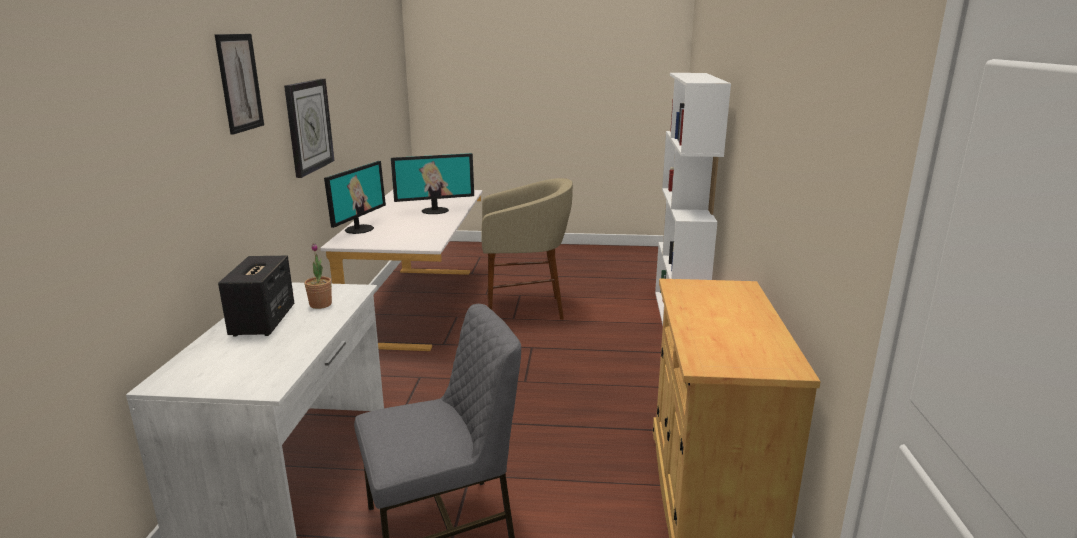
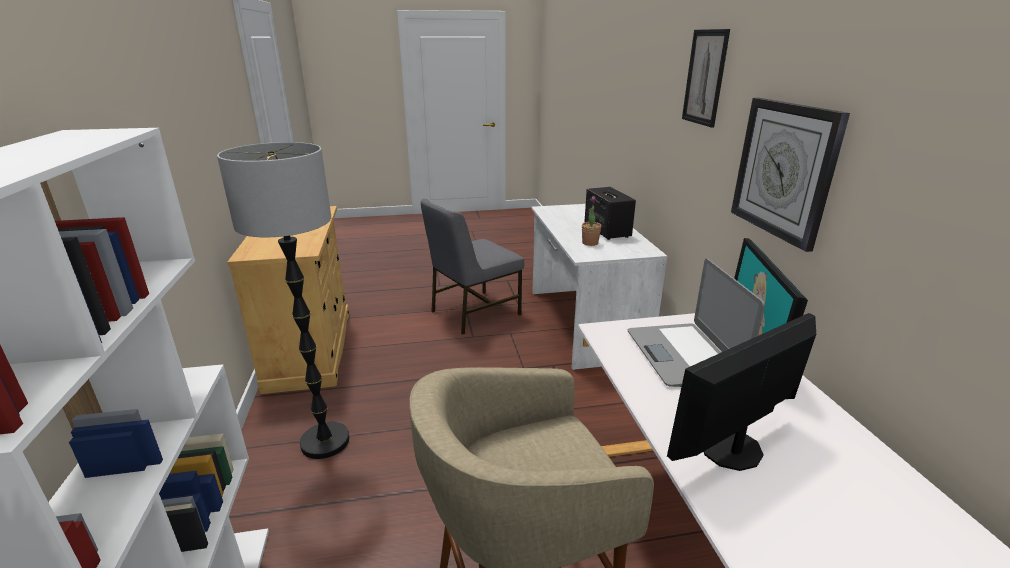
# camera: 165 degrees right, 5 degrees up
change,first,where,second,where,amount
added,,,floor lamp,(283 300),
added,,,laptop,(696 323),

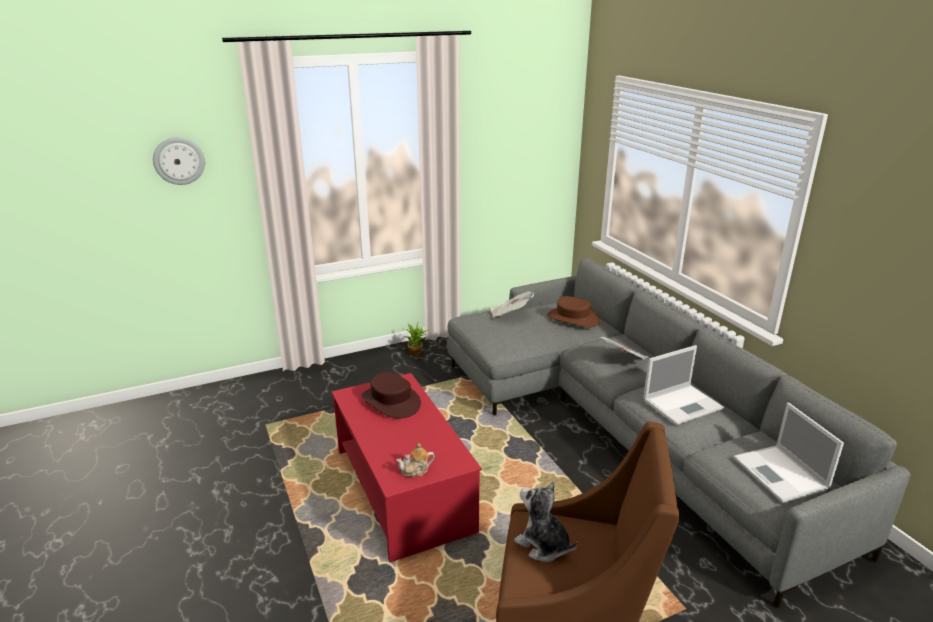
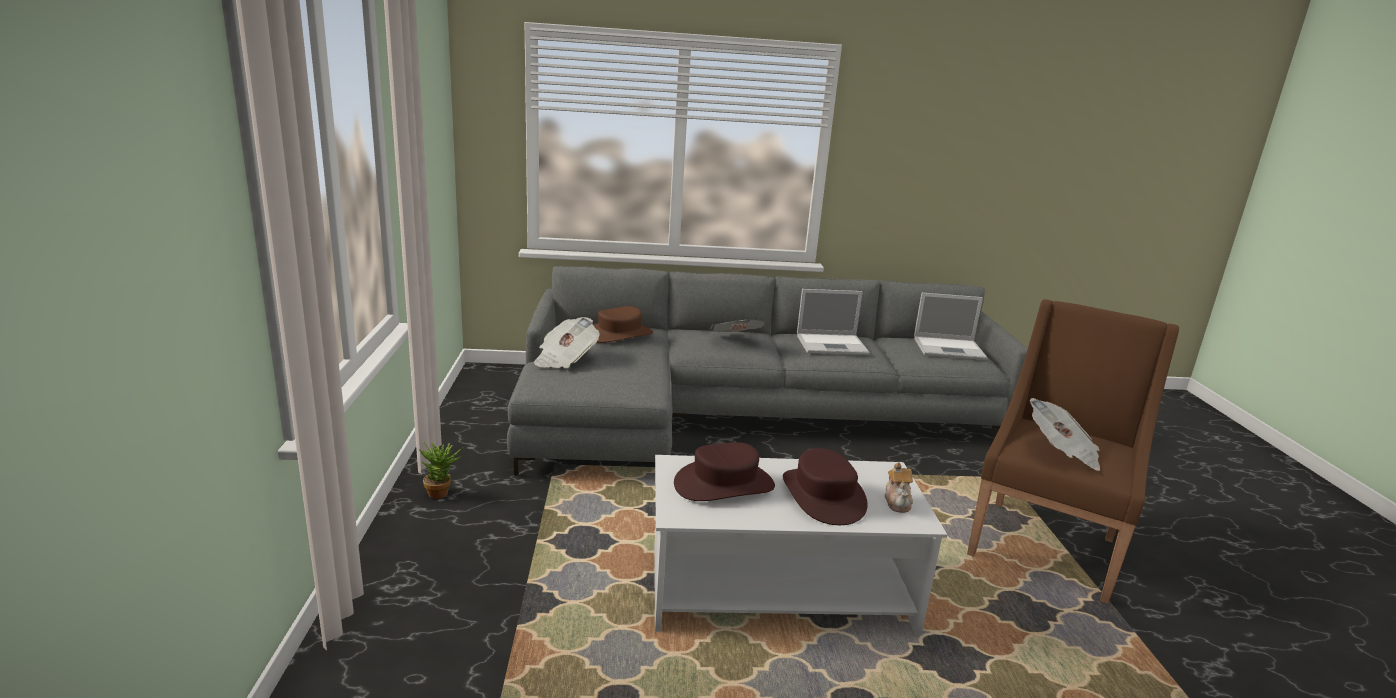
# camera: 70 degrees left, 5 degrees down
change,first,where,second,where,amount
removed,wall clock,(179 161),,,
added,,,hat in brown,(825 486),
replaced,plush toy,(546 521),newspaper,(1065 434),
recoloured,coffee table in red,(407 467),coffee table in white,(800 545),
turned,laptop,(683 385),,(833 322),90 degrees clockwise

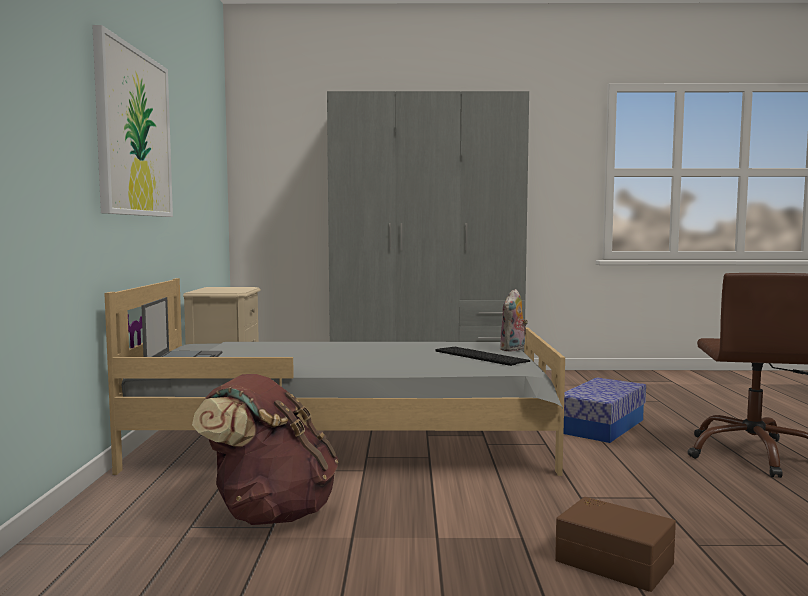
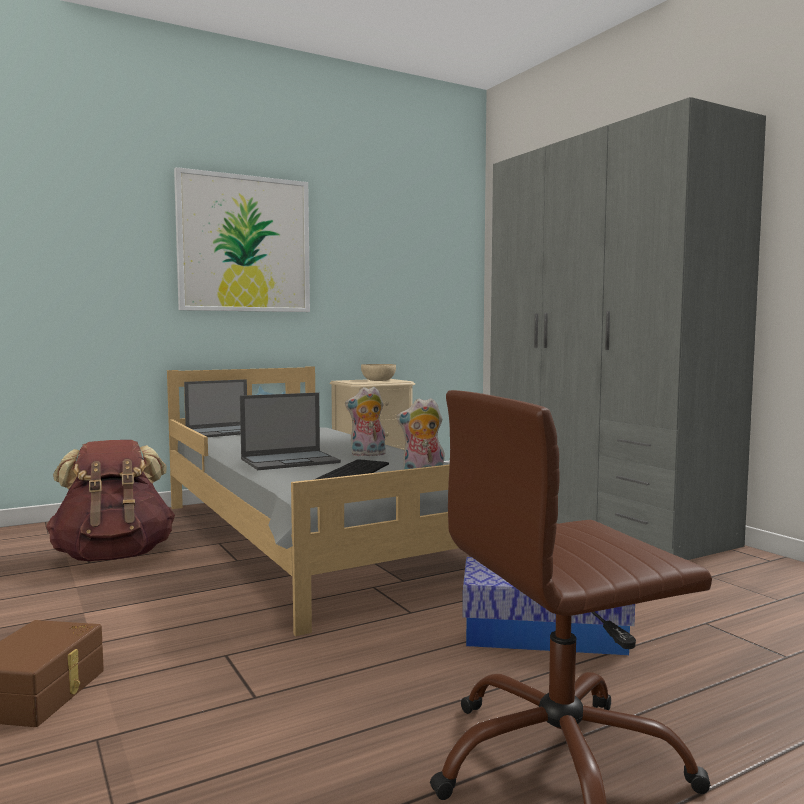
# camera: 60 degrees right, 0 degrees up
change,first,where,second,where,amount
added,,,laptop,(290 431),
added,,,plush toy,(365 421),
added,,,bowl in beige,(378 372),

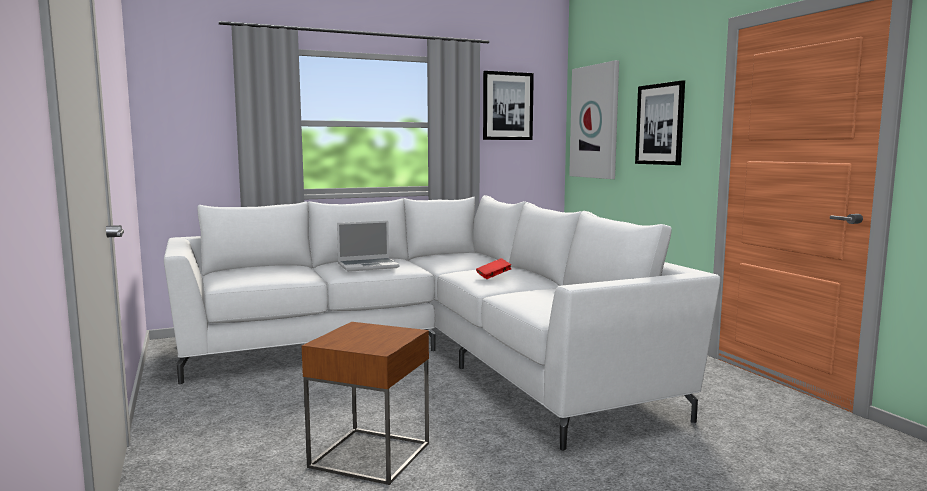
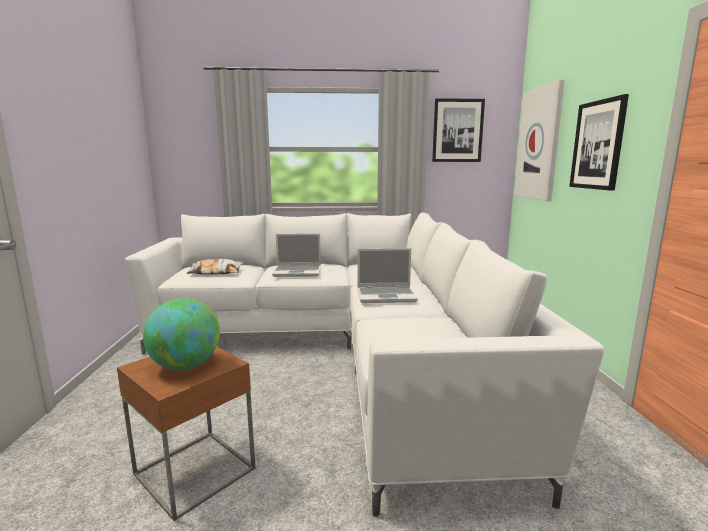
# camera: 20 degrees right, 5 degrees up
change,first,where,second,where,amount
added,,,globe,(181 334),
added,,,pillow,(215 267),
replaced,book in red,(494 268),laptop,(388 275),

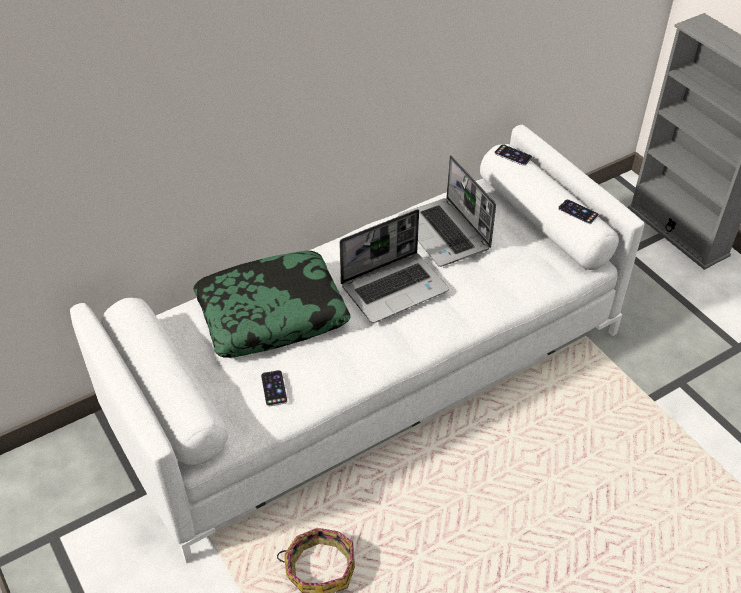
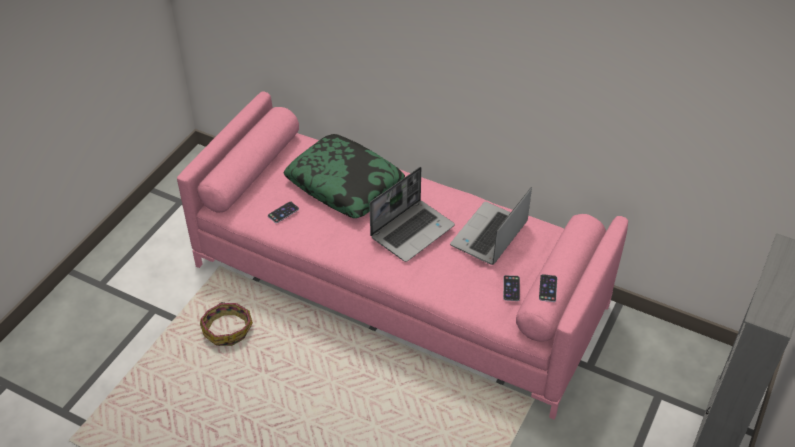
# camera: 60 degrees right, 0 degrees up
change,first,where,second,where,amount
moved,phone,(513 155),,(511 288),
recoloured,sofa in white,(357 344),sofa in pink,(402 255),
turned,laptop,(394 266),,(412 214),75 degrees counterclockwise

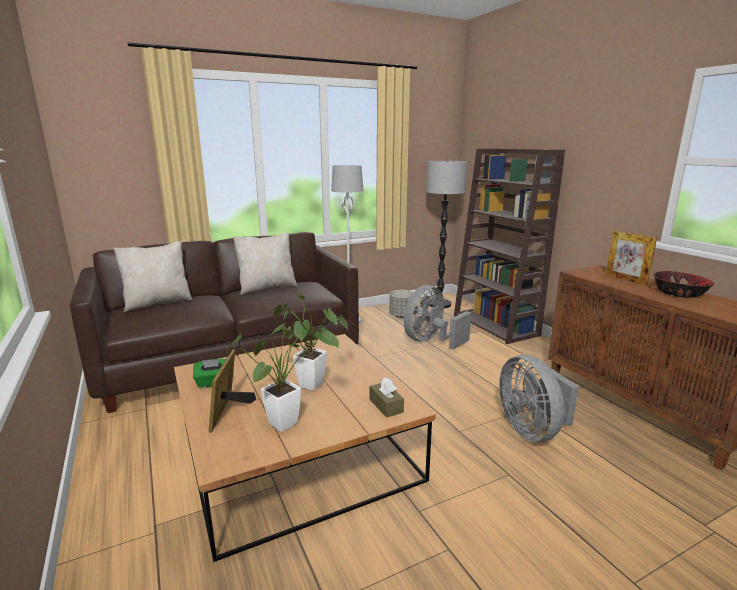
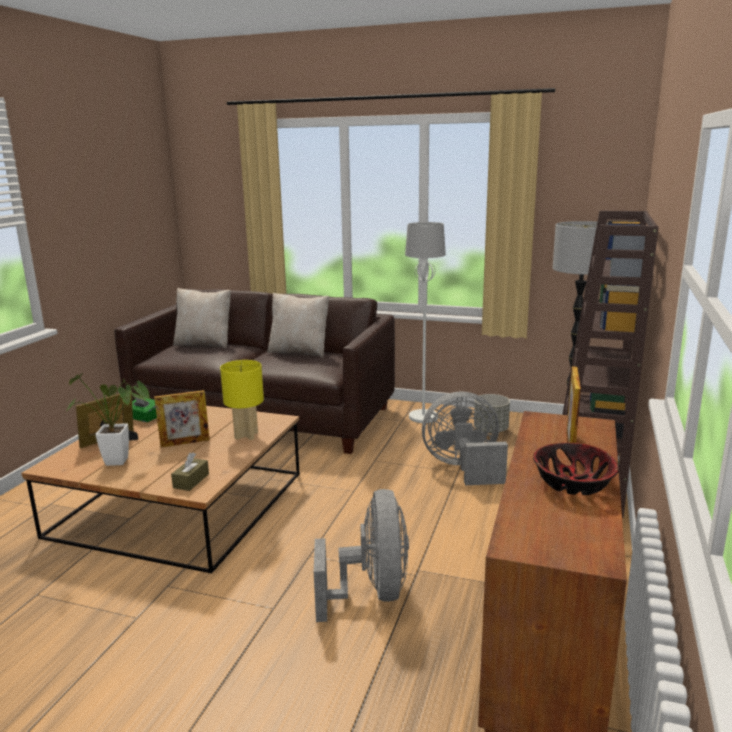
# camera: 45 degrees right, 0 degrees up
change,first,where,second,where,amount
added,,,table lamp in yellow,(242 400),
replaced,potted plant,(310 341),picture frame,(182 419),
turned,fan in grey,(539 398),,(361 555),150 degrees clockwise

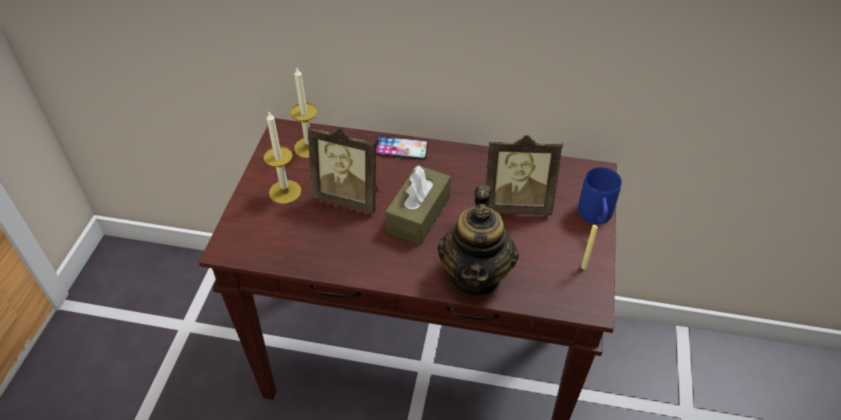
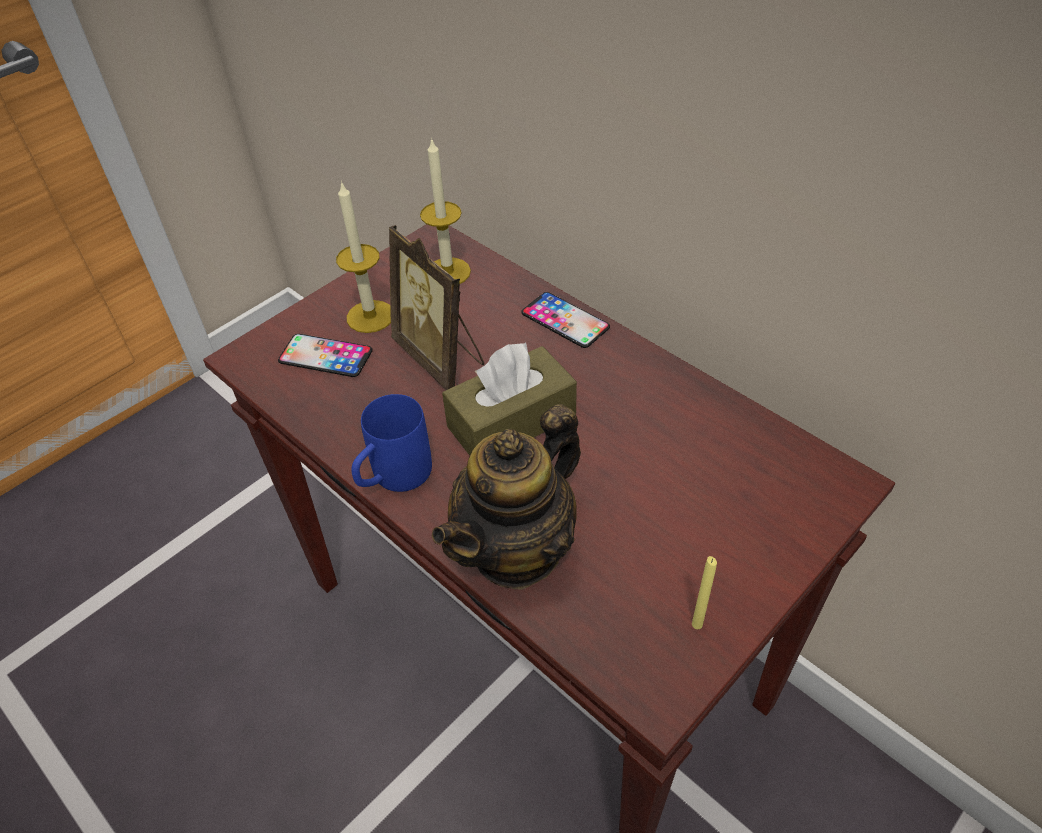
# camera: 35 degrees right, 0 degrees up
change,first,where,second,where,amount
removed,picture frame,(524 175),,,
added,,,phone,(325 355),
moved,mug in blue,(600 195),,(392 443),

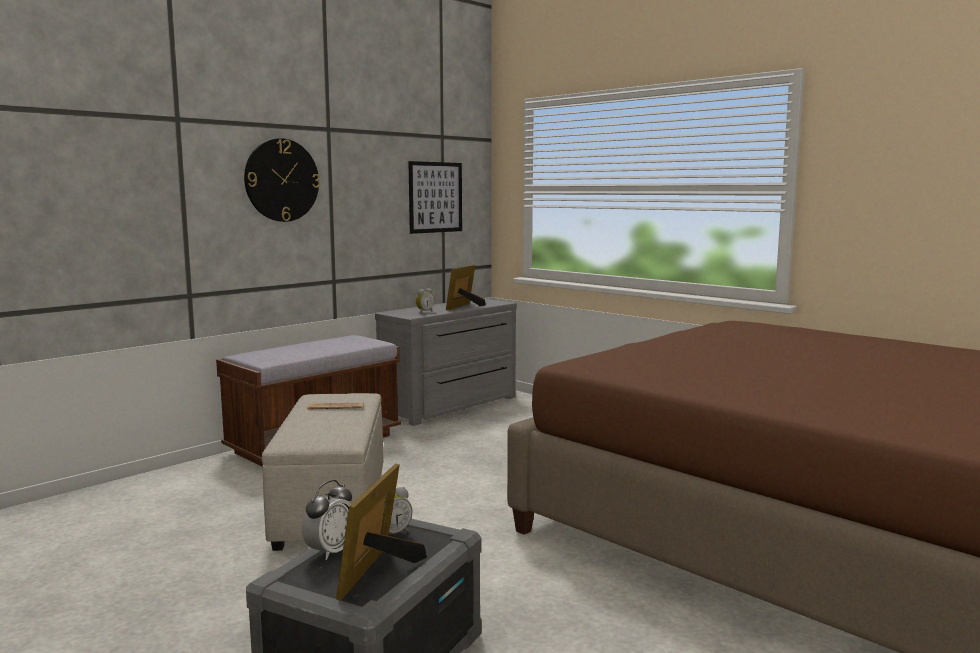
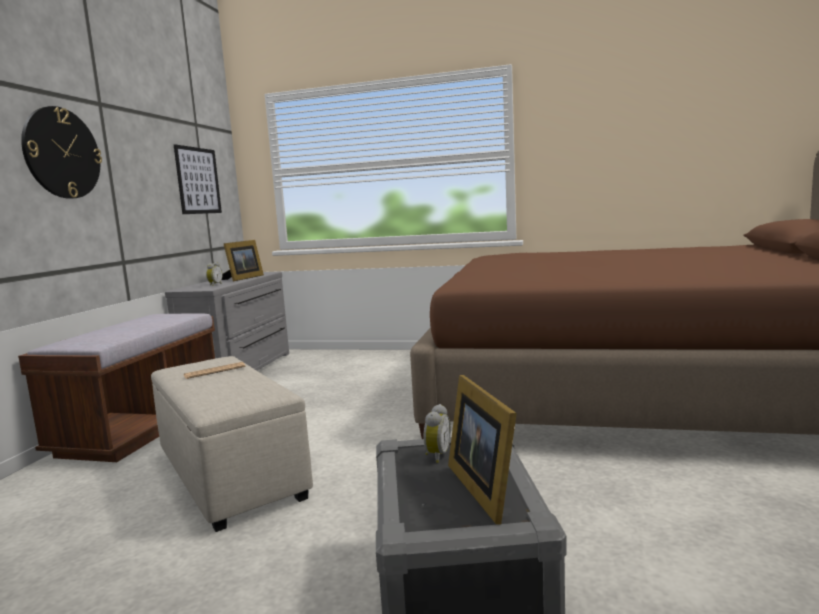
# camera: 30 degrees left, 0 degrees up
change,first,where,second,where,amount
removed,alarm clock,(327 520),,,
turned,picture frame,(466 287),,(243 260),150 degrees counterclockwise

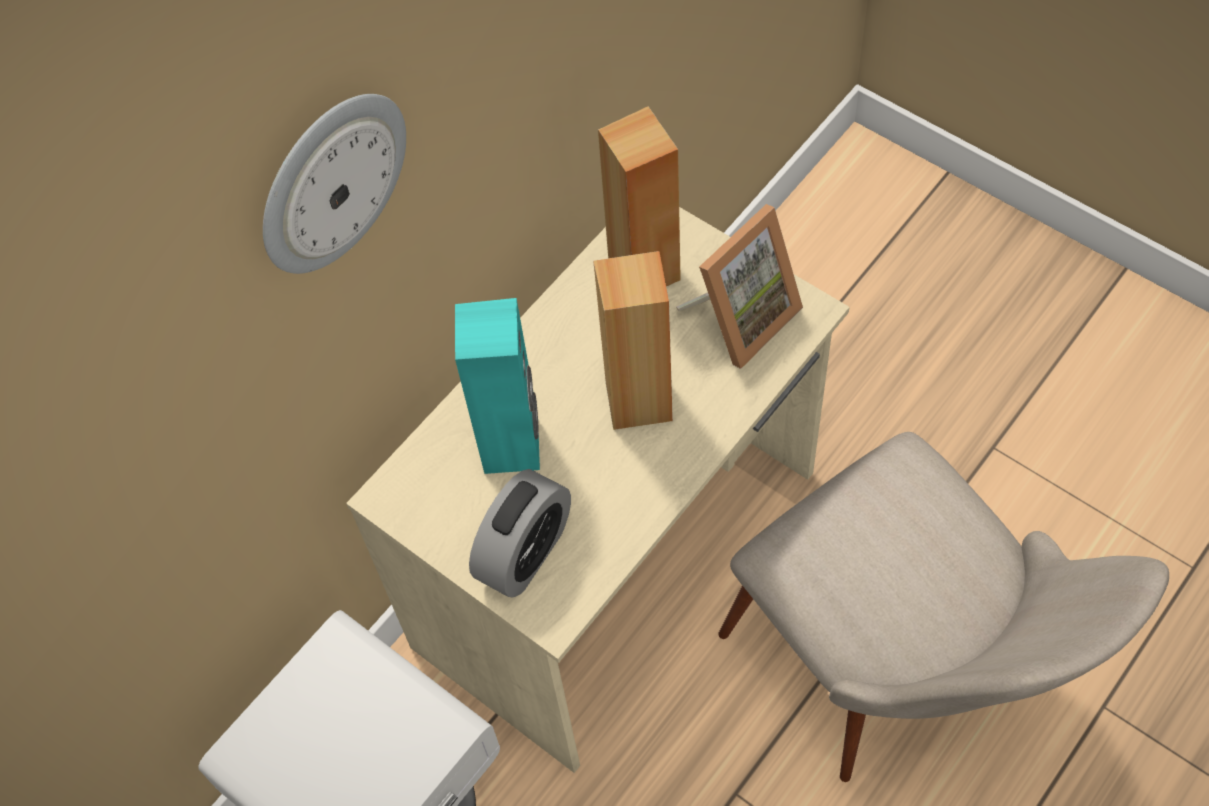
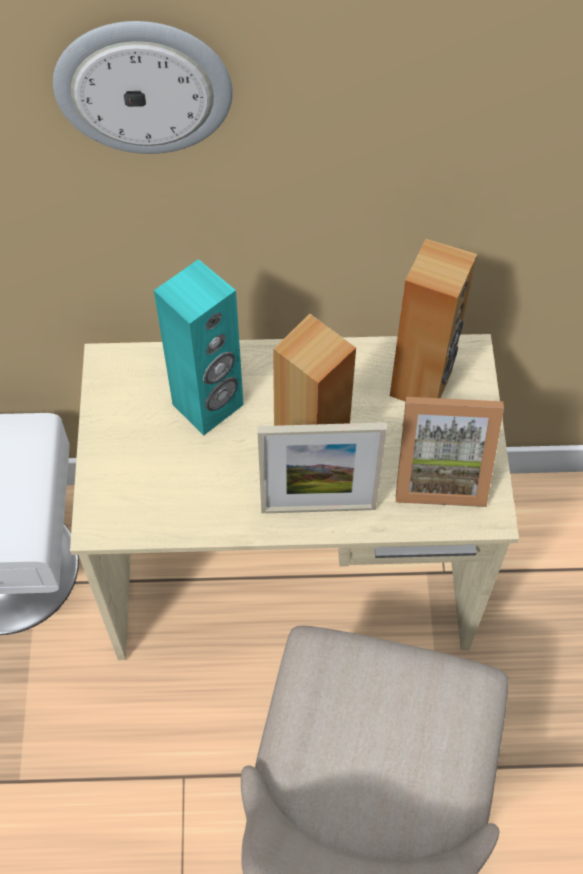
# camera: 45 degrees right, 0 degrees up
change,first,where,second,where,amount
removed,alarm clock,(520 533),,,
added,,,picture frame,(322 467),

